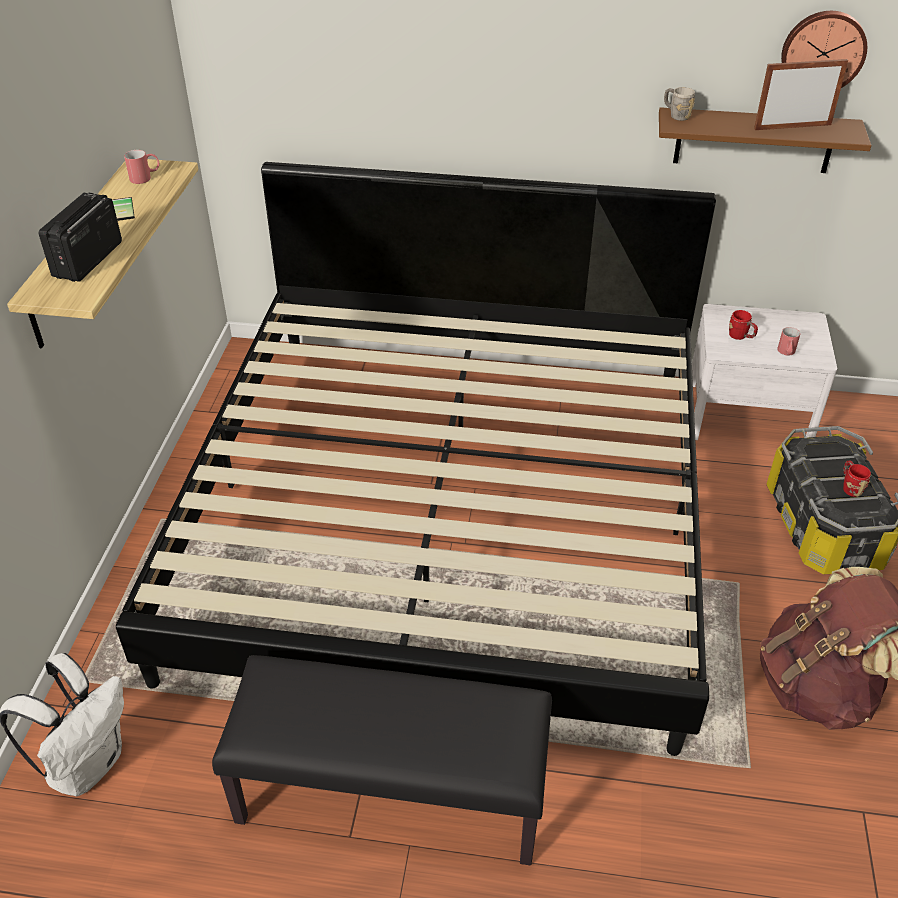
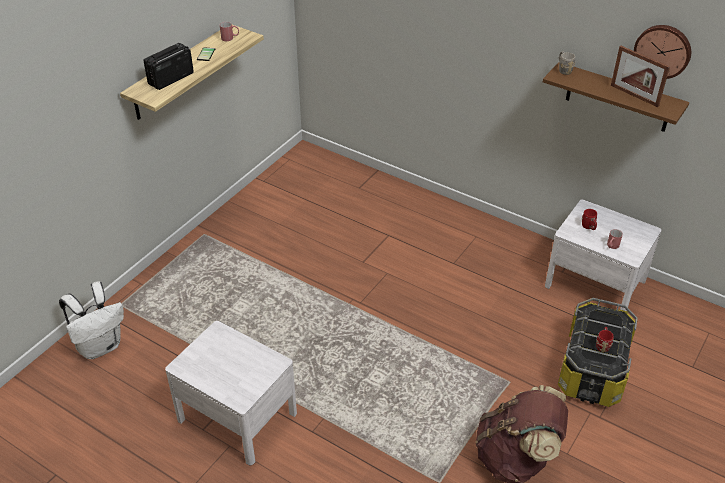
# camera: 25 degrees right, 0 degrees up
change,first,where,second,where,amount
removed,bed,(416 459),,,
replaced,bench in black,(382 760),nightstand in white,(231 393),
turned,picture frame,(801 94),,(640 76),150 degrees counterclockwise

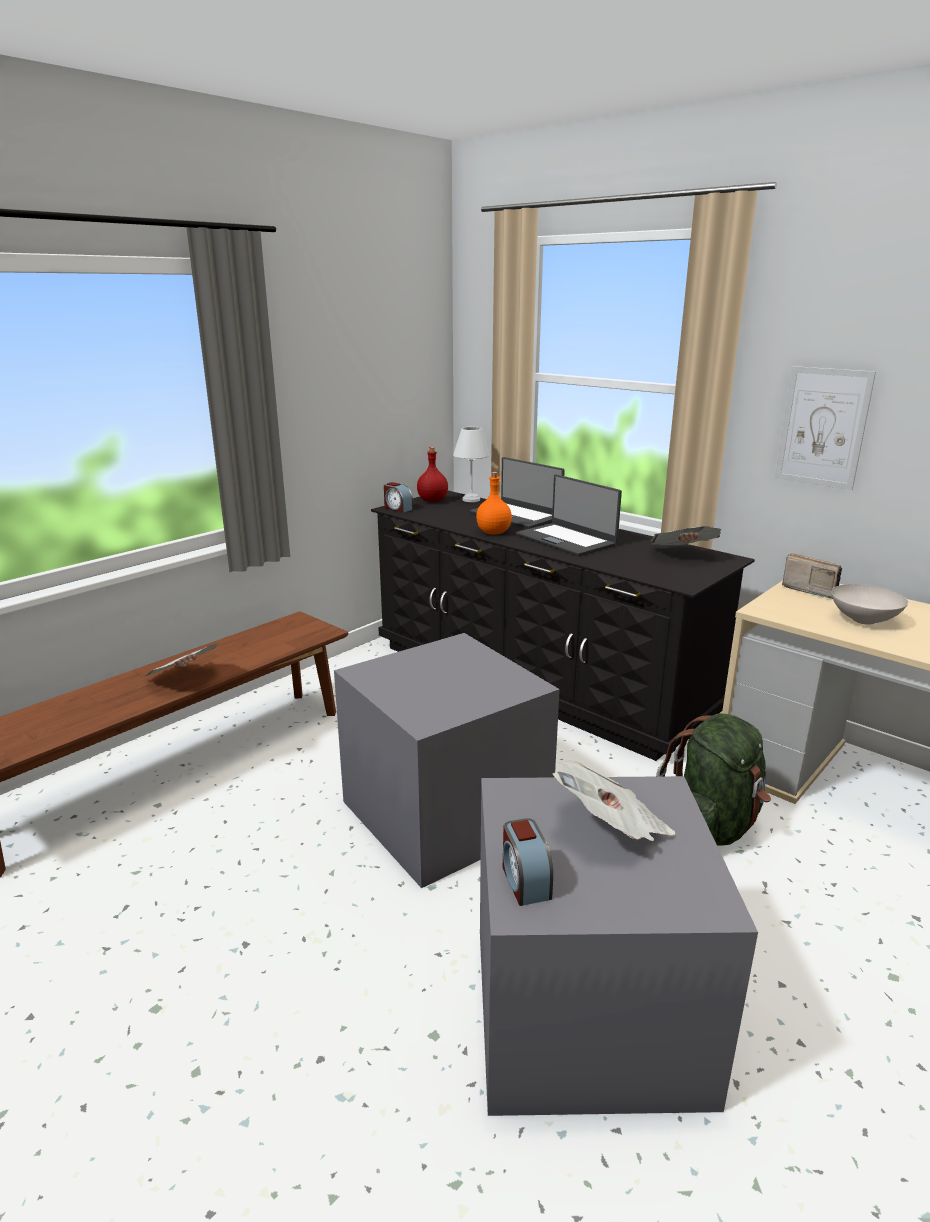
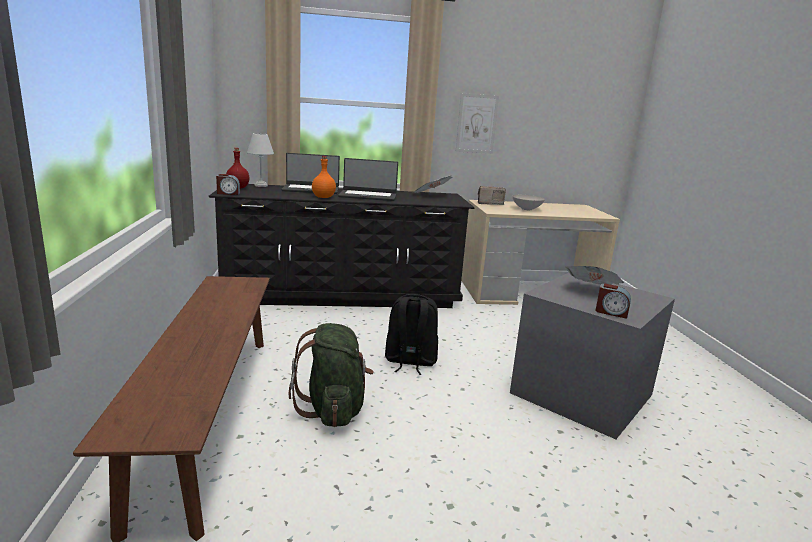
# camera: 50 degrees left, 5 degrees down
change,first,where,second,where,amount
removed,newspaper,(181 660),,,
moved,backpack in green,(713 779),,(331 375),
replaced,storage box in grey,(447 760),backpack in black,(411 334),

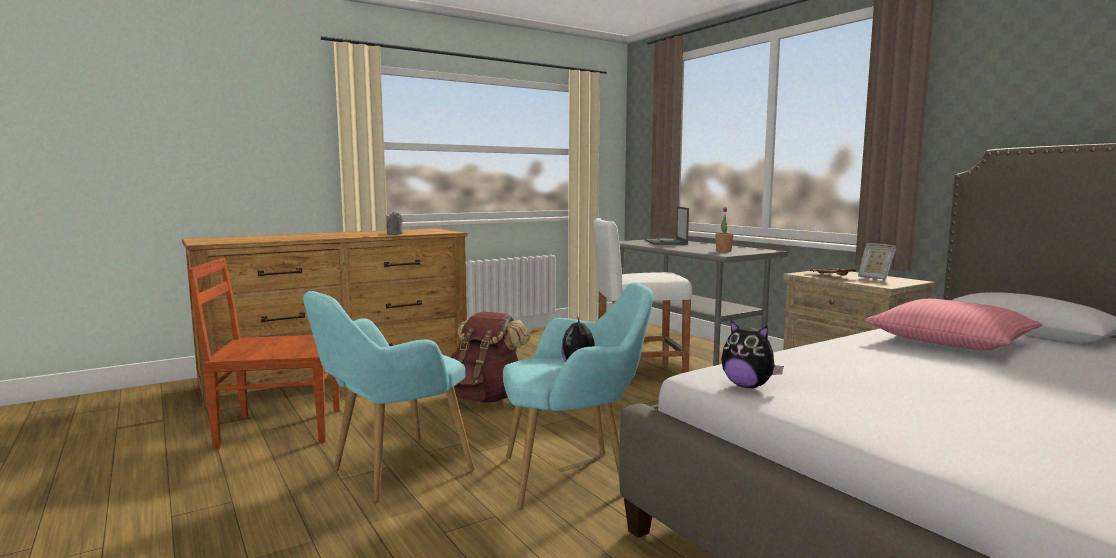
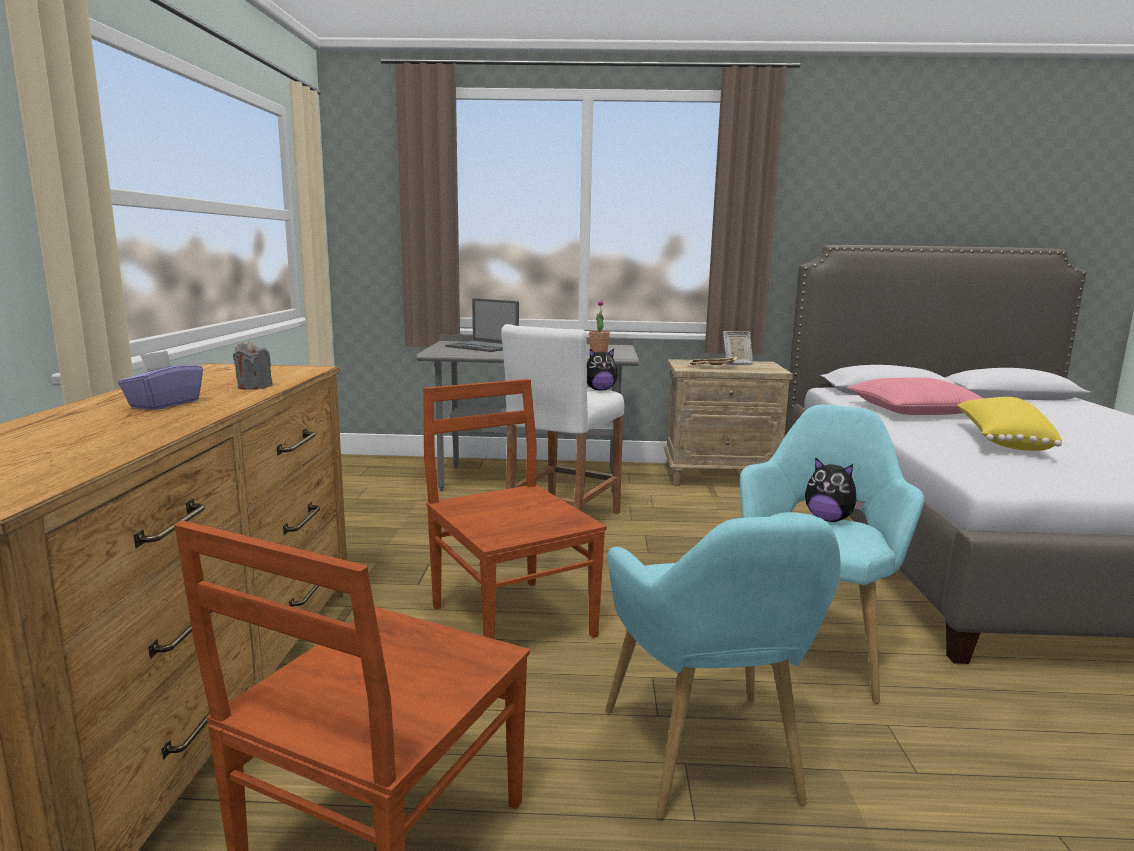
# camera: 55 degrees left, 5 degrees up
change,first,where,second,where,amount
added,,,tissue box in purple,(160 380),
added,,,pillow in yellow,(1009 424),
moved,plush toy,(752 354),,(602 370),
replaced,backpack in brown,(491 357),chair in brown,(515 509),

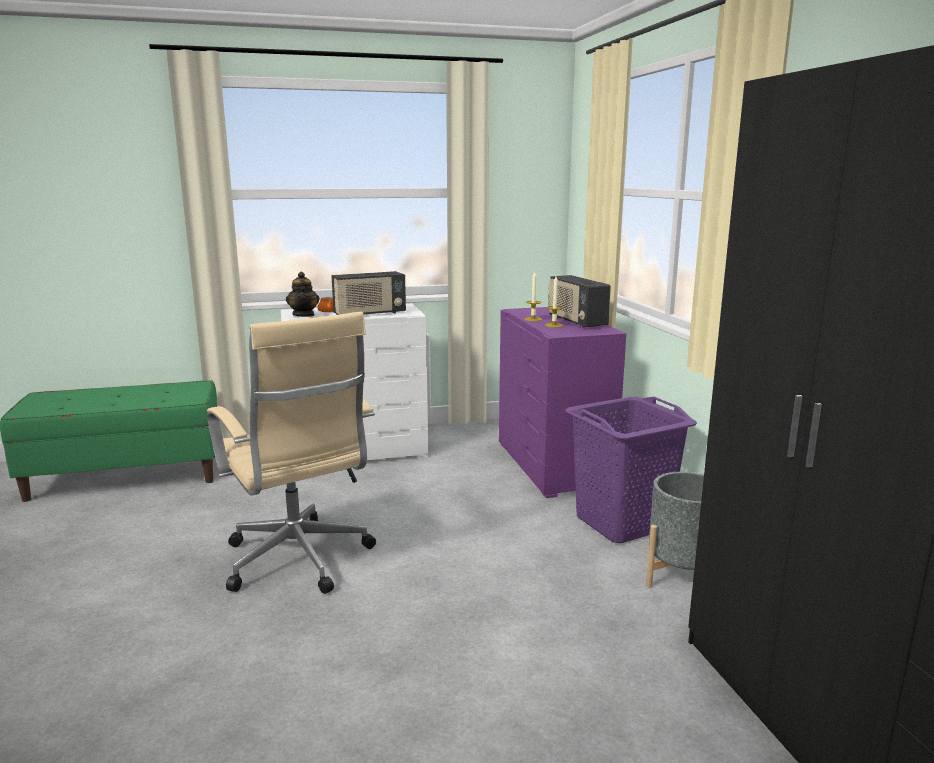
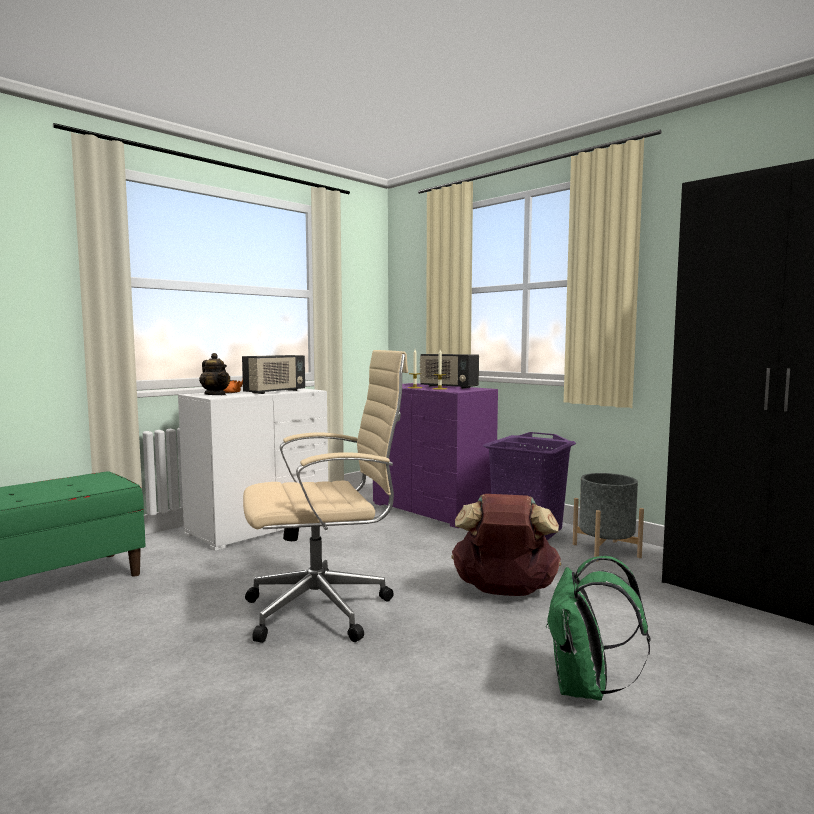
# camera: 30 degrees left, 10 degrees down
change,first,where,second,where,amount
added,,,backpack in brown,(506 545),
added,,,backpack in green,(598 628),
turned,office chair in beige,(291 453),,(325 496),45 degrees counterclockwise

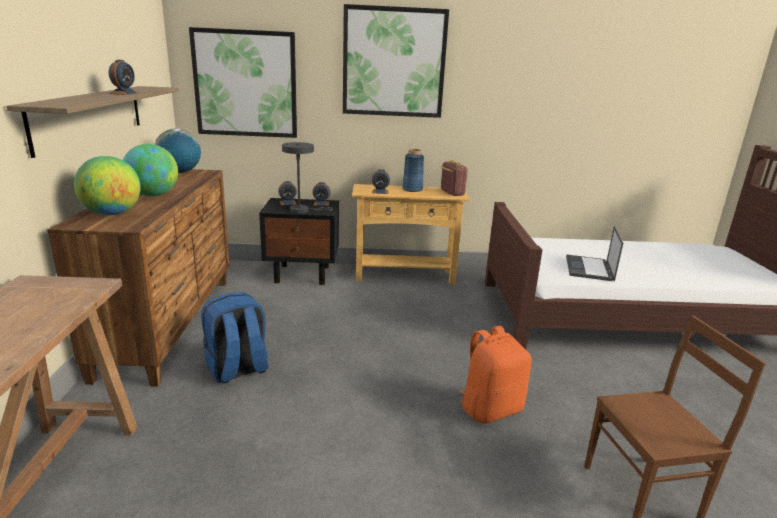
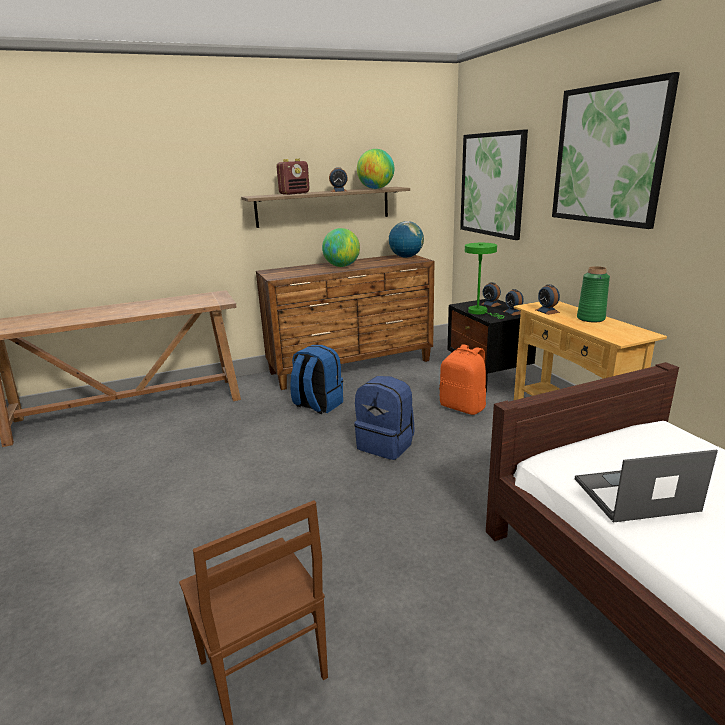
# camera: 70 degrees right, 0 degrees up
change,first,where,second,where,amount
added,,,backpack in blue,(384 418),
moved,globe,(107 185),,(375 169),
moved,radio,(454 178),,(293 177),
moved,backpack in orange,(495 375),,(462 379),
recoloured,table lamp in grey,(307 178),table lamp in green,(485 281),
recoloured,vase in blue,(413 170),vase in green,(593 294),

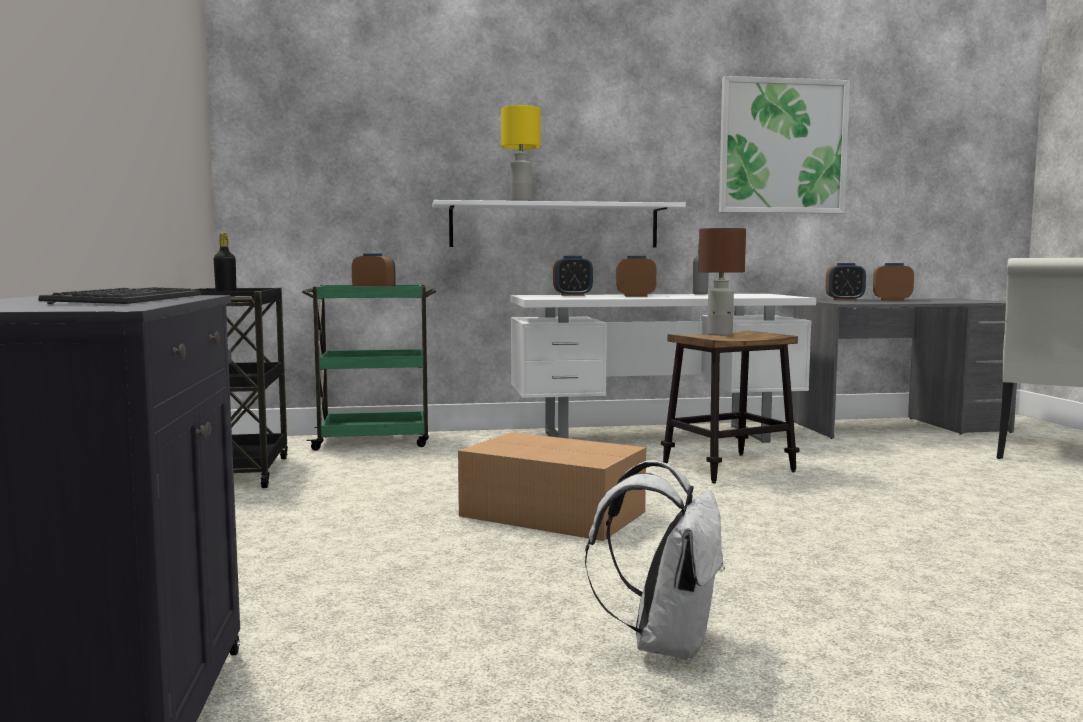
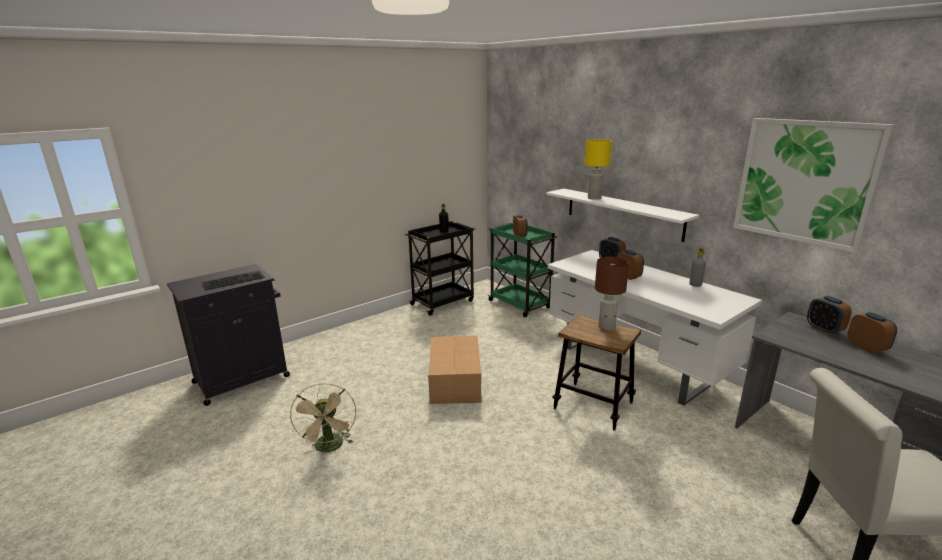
# camera: 60 degrees right, 15 degrees up
change,first,where,second,where,amount
replaced,backpack in white,(655 560),fan in beige,(323 419),

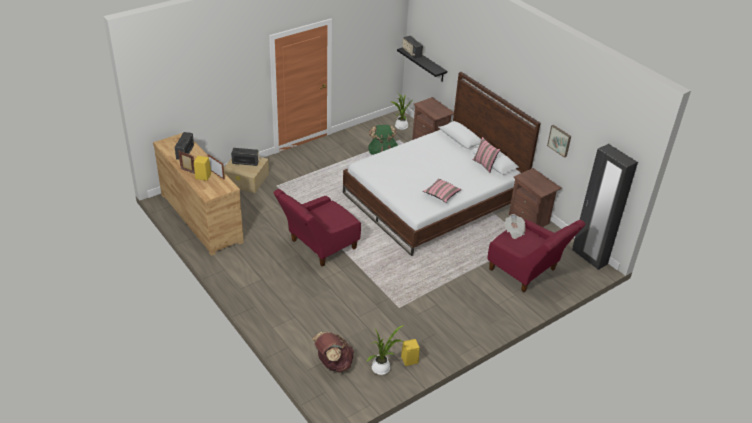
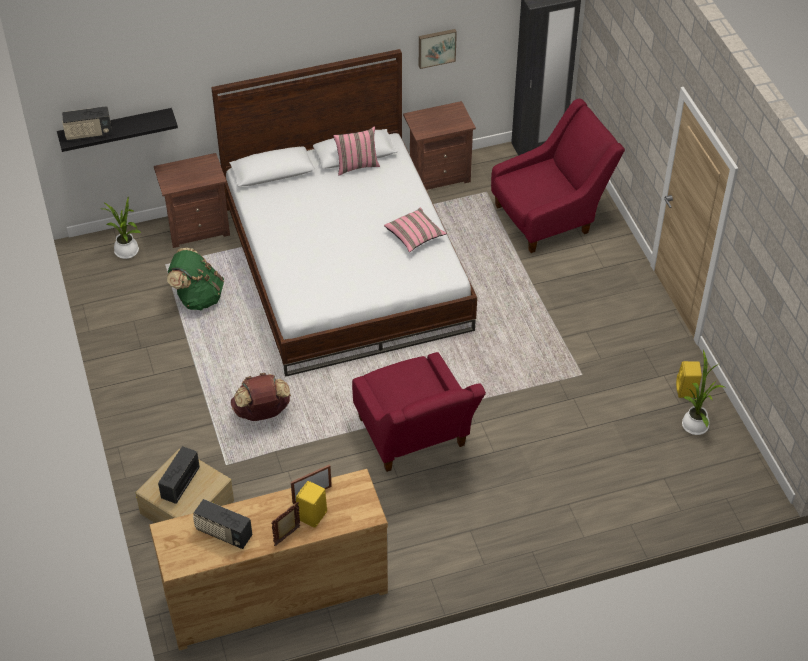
# camera: 70 degrees left, 10 degrees up
change,first,where,second,where,amount
removed,newspaper,(514 226),,,
moved,backpack in brown,(333 352),,(261 397),

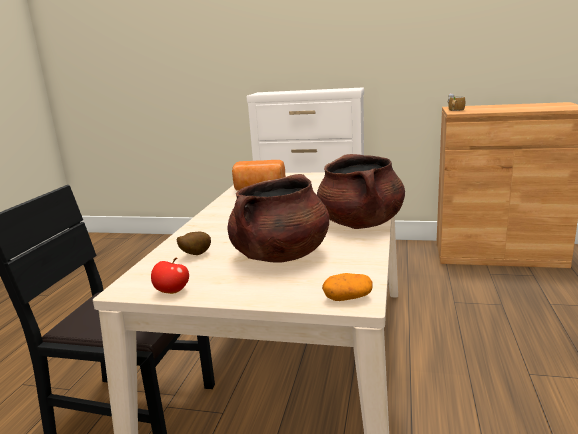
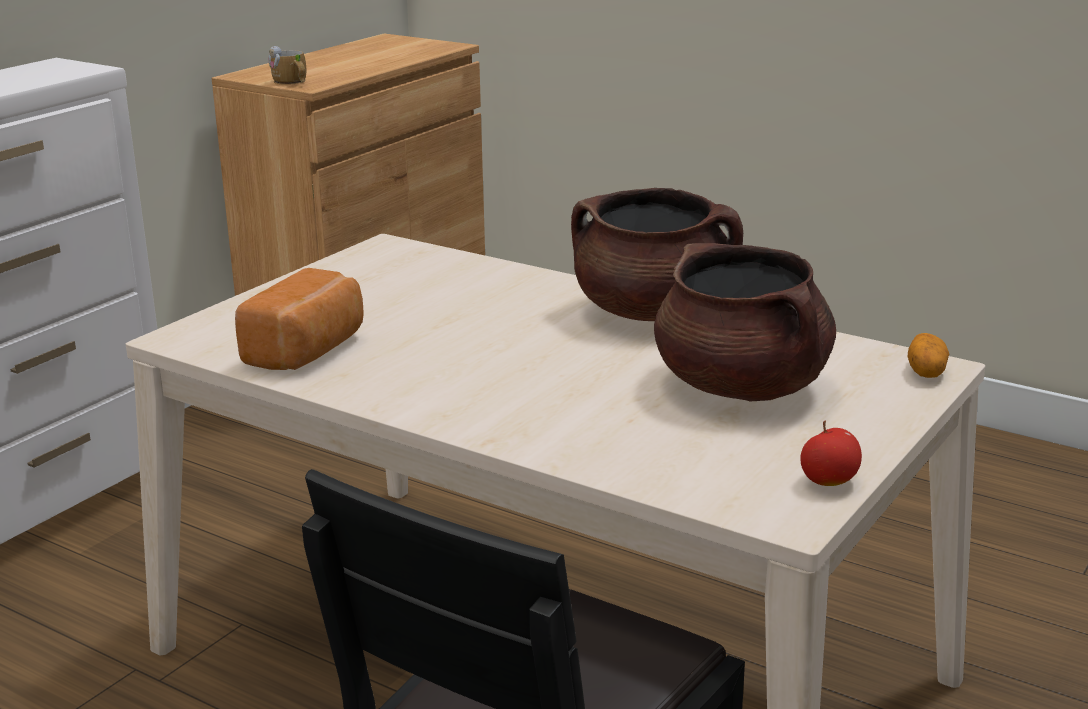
# camera: 70 degrees left, 5 degrees up
change,first,where,second,where,amount
removed,potato,(194 243),,,

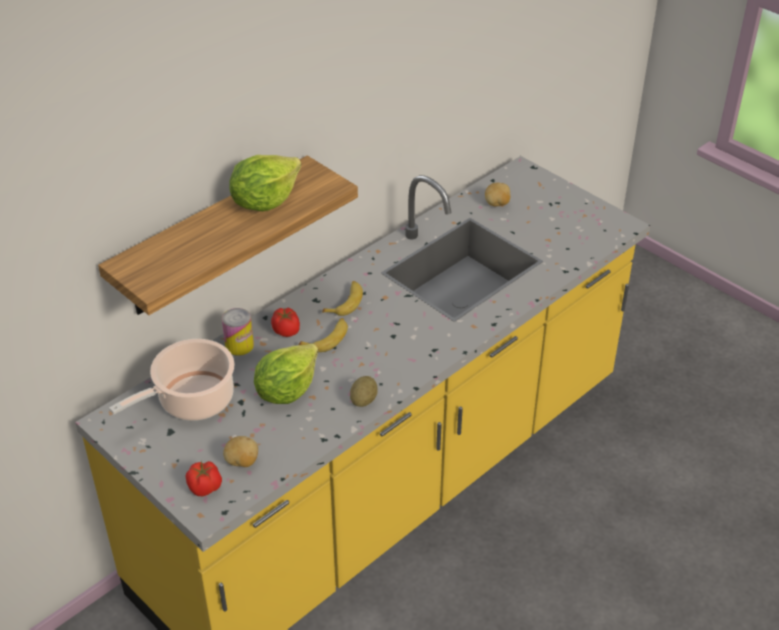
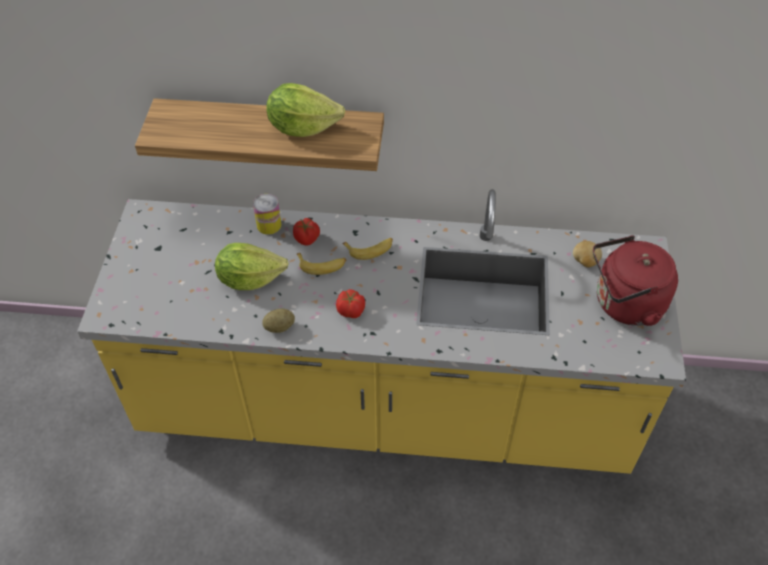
# camera: 50 degrees right, 10 degrees up
change,first,where,second,where,amount
removed,cooking pot,(172 380),,,
removed,potato,(240 451),,,
added,,,kettle in red,(635 280),
moved,tomato,(204 478),,(350 303),

